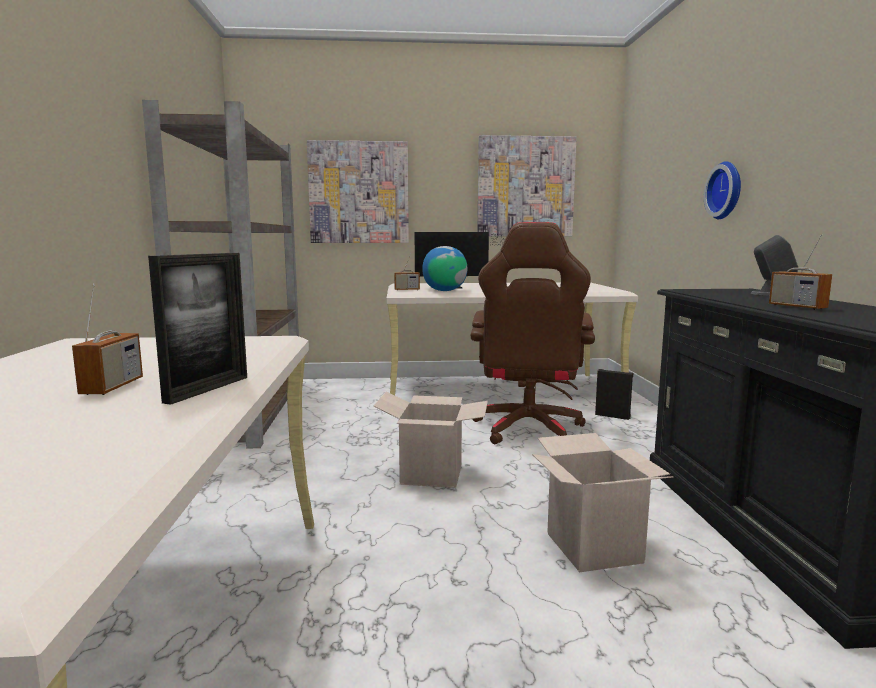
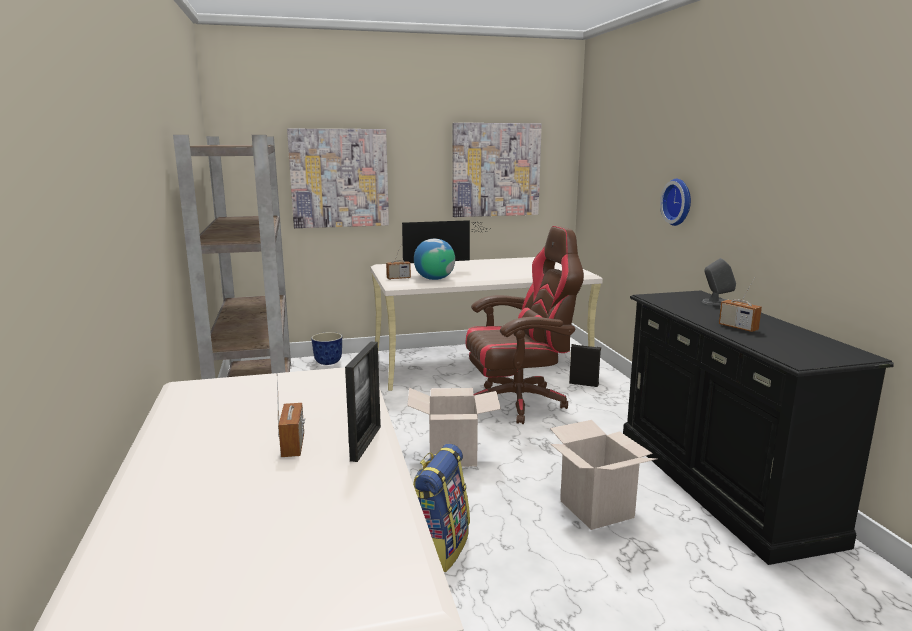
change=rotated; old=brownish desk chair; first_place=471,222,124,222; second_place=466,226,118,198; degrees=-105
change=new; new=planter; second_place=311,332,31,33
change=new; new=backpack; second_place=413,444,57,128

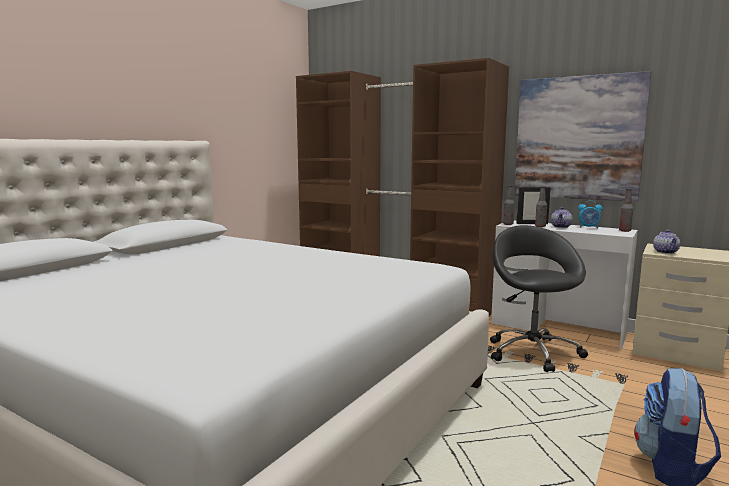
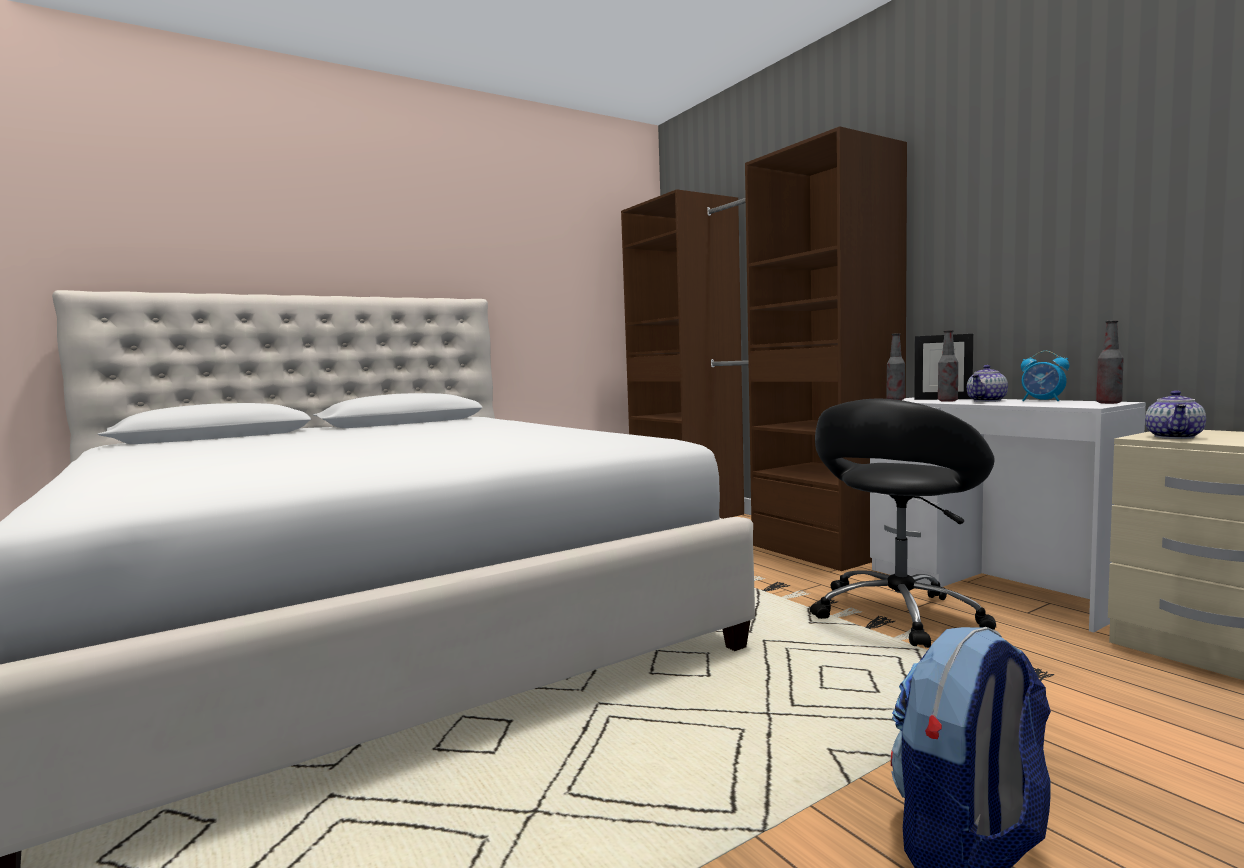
change=rotated; old=black-coloured desk chair; first_place=490,225,98,147; second_place=810,399,186,249; degrees=-150
change=gone; old=picture; first_place=514,71,138,131

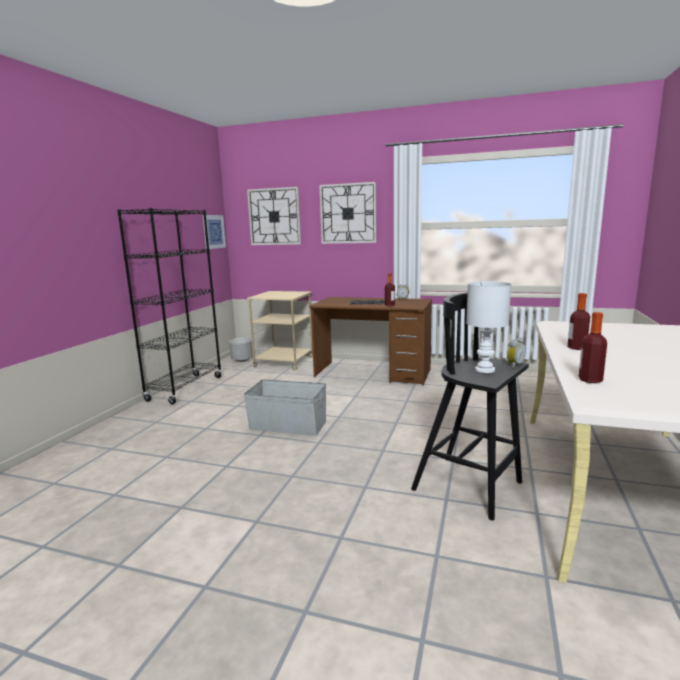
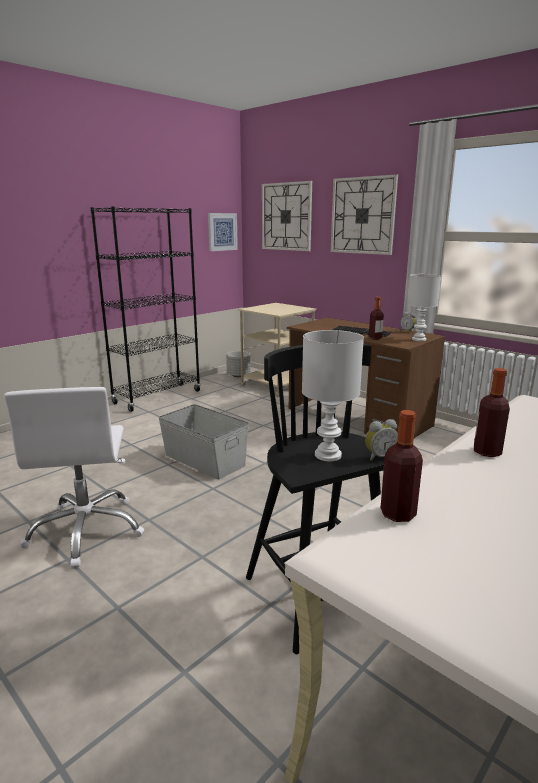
change=new; new=whitish desk chair; second_place=4,387,140,181
change=new; new=whitish lamp for a table; second_place=407,274,34,67

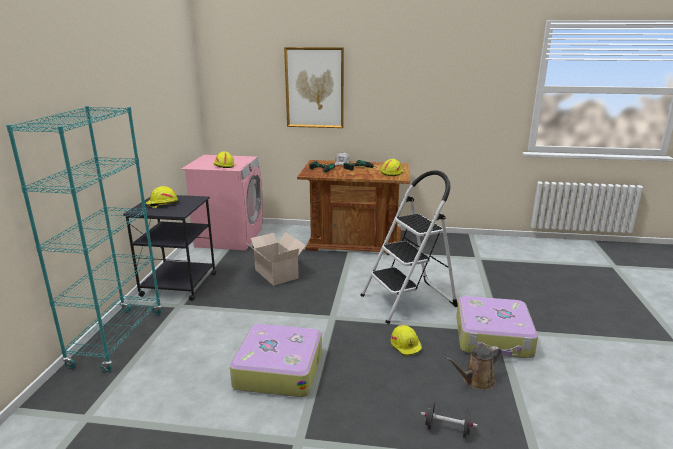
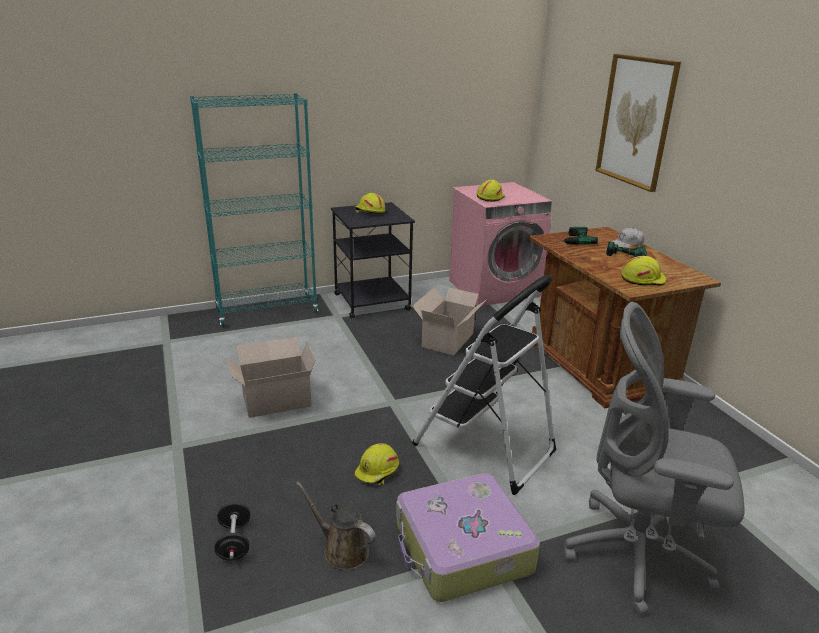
change=swapped; old=piece of luggage; new=carton; first_place=230,323,92,74; second_place=227,337,88,81
change=new; new=grey desk chair; second_place=564,302,181,313

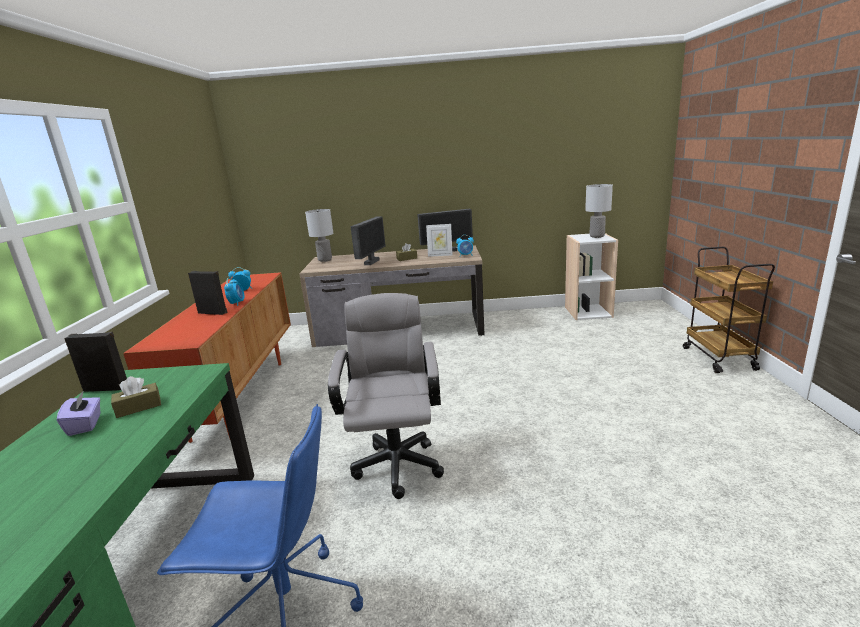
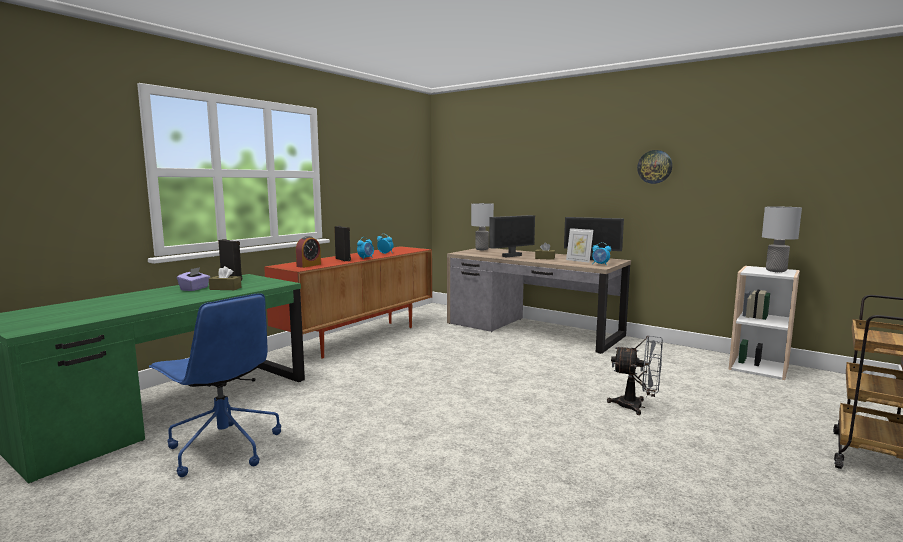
change=gone; old=grey desk chair; first_place=328,293,116,206
change=new; new=alarm clock; second_place=296,236,25,32
change=new; new=grey electric fan; second_place=607,335,56,80
change=new; new=hanging clock; second_place=637,150,35,34

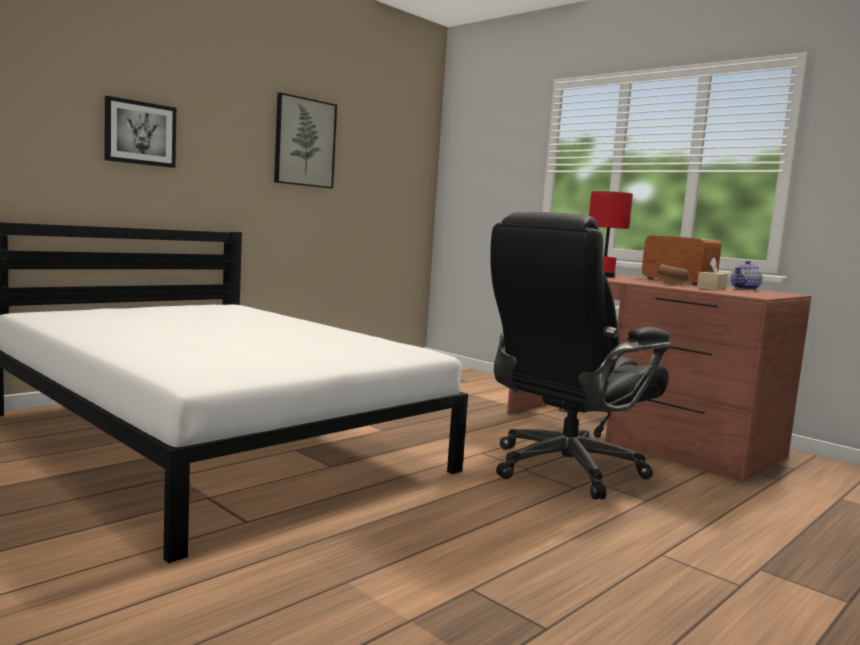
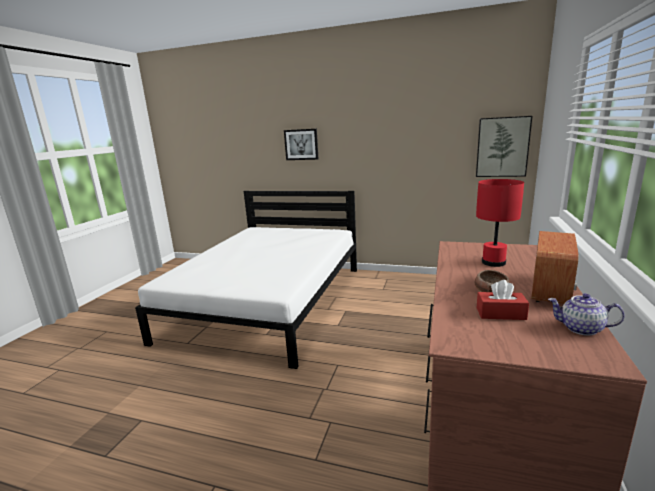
change=shifted; old=picture; first_place=274,92,63,96; second_place=476,116,56,61
change=gone; old=black-coloured desk chair; first_place=490,212,181,287
change=repainted; old=beige-coloured box of tissues; new=red box of tissues; first_place=697,258,31,32; second_place=477,280,52,40

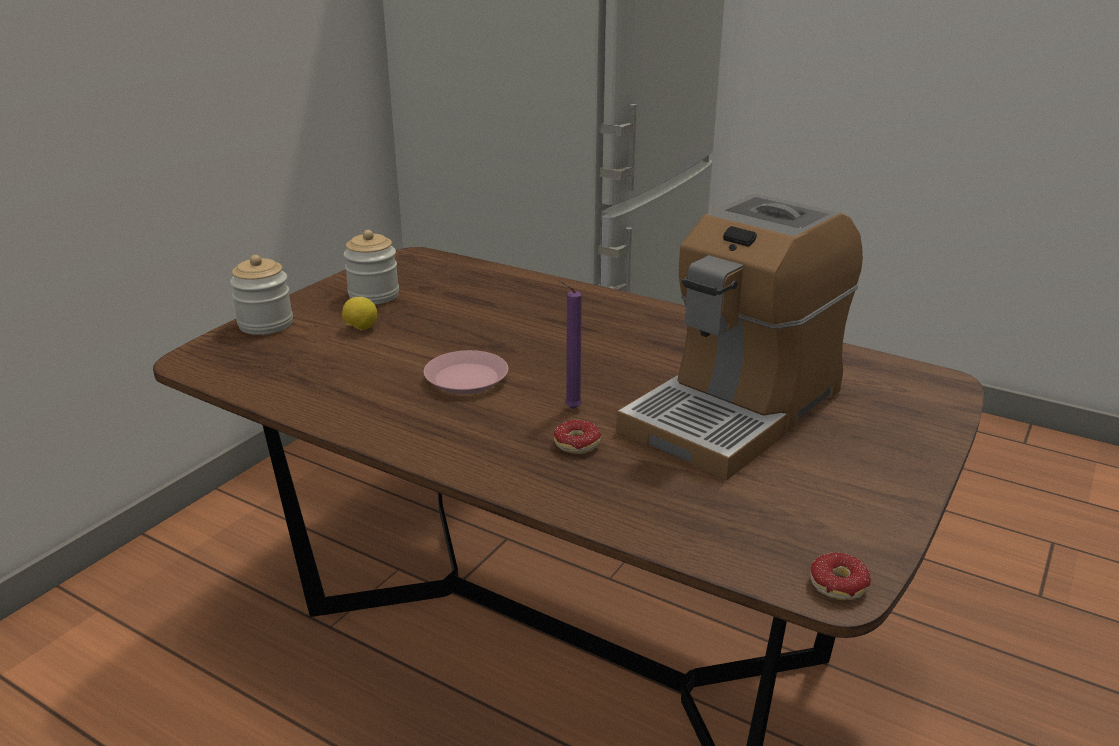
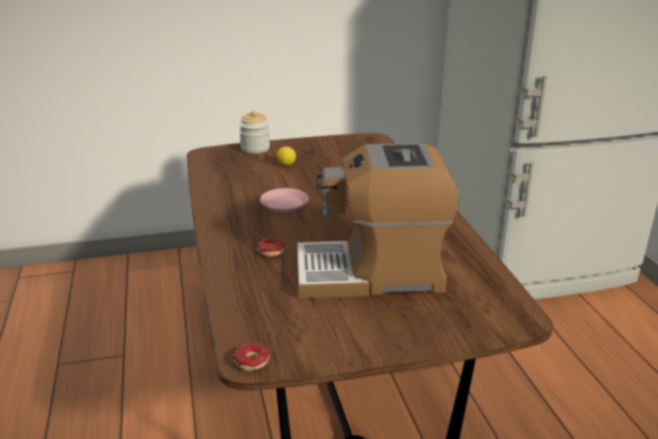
change=gone; old=jar; first_place=344,230,55,74
change=gone; old=purple-coloured wax light; first_place=559,280,23,129

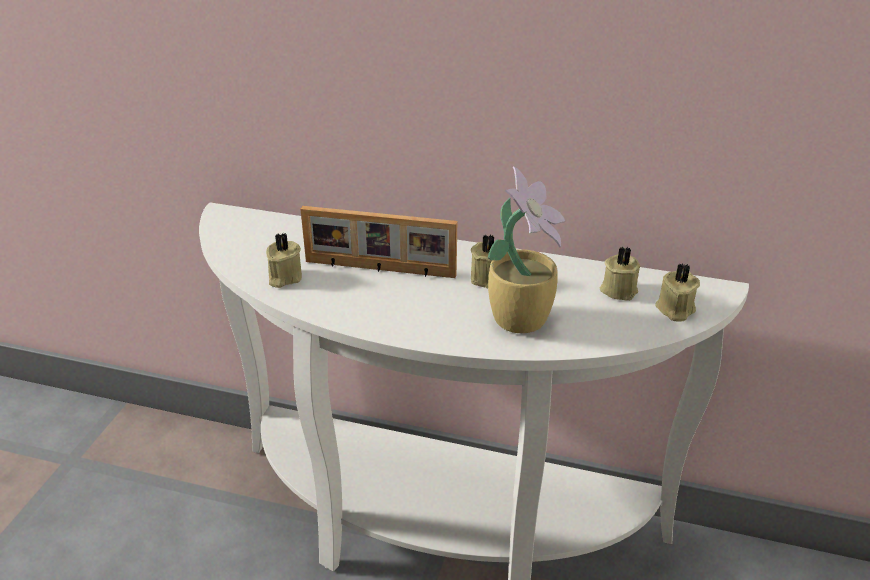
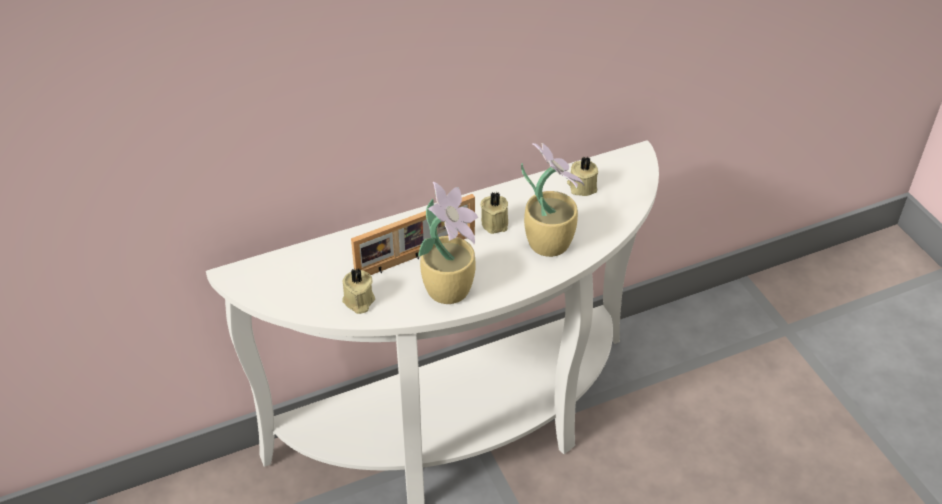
change=gone; old=beige-coloured wax light; first_place=655,263,45,59
change=new; new=houseplant; second_place=418,181,60,123

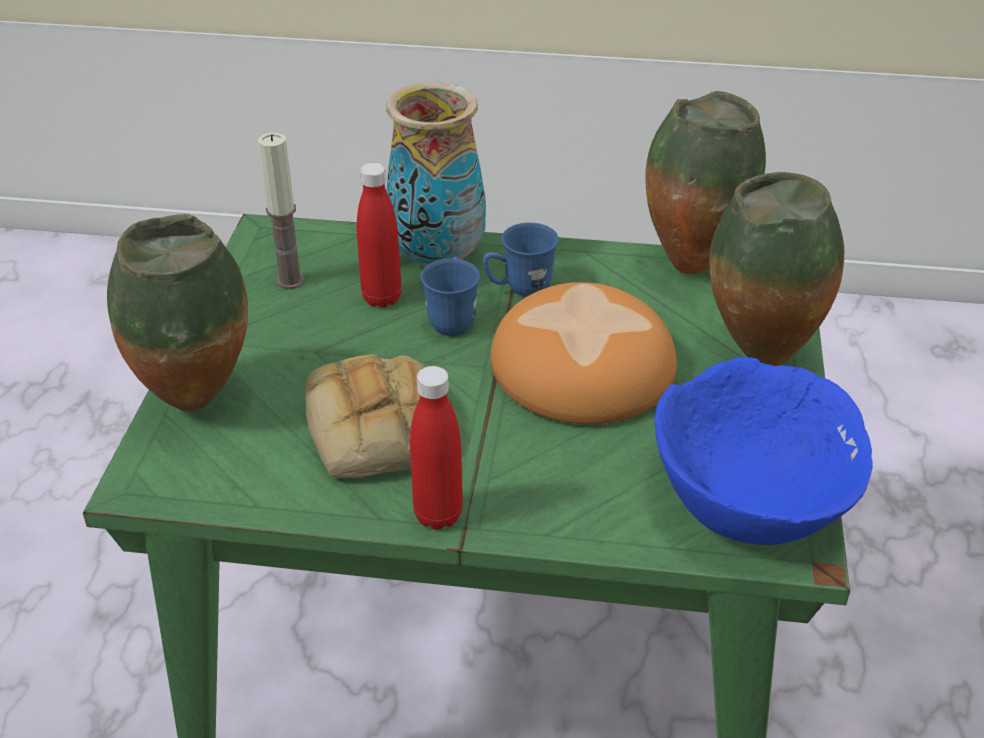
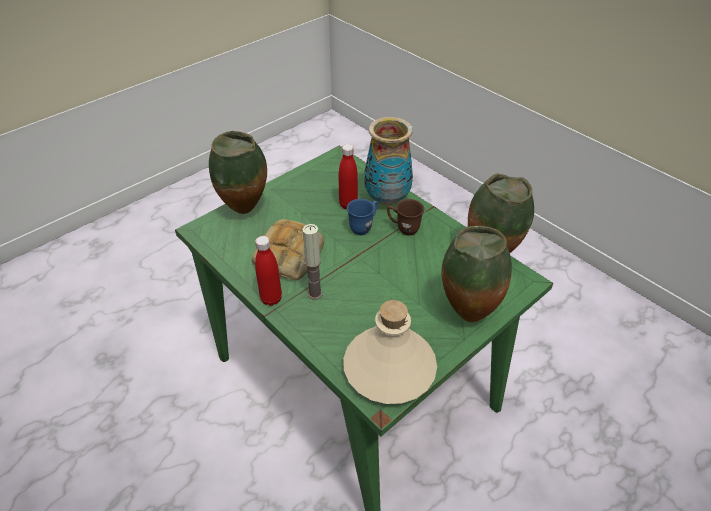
change=shifted; old=wax light; first_place=258,133,46,156; second_place=302,224,21,76
change=repainted; old=bluish mug; new=brownish mug; first_place=483,222,76,75; second_place=387,199,37,37
change=gone; old=baked bread; first_place=491,282,186,142
change=swapped; old=bluish serving bowl; new=beige-coloured bottle; first_place=654,357,219,188; second_place=343,300,94,104

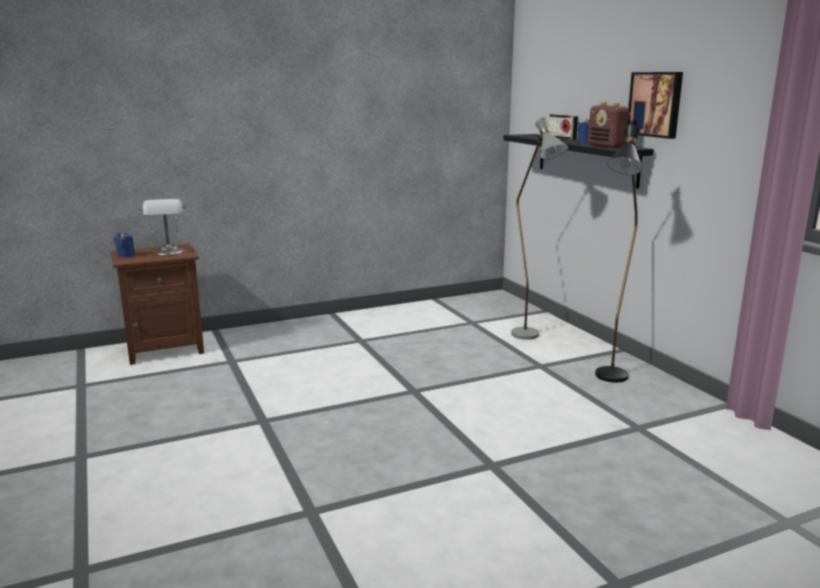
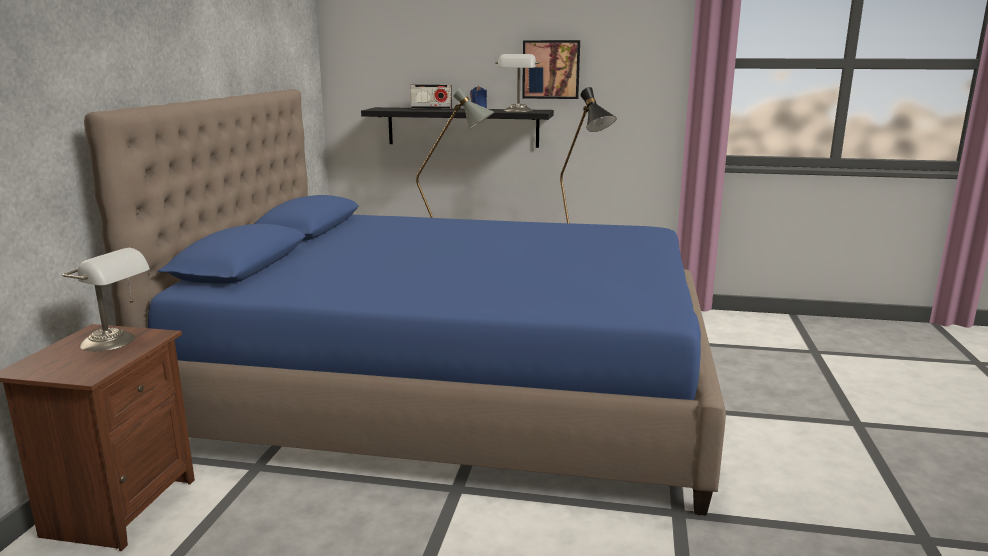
change=gone; old=bluish wax light; first_place=114,232,21,26
change=swapped; old=radio set; new=whitish lamp for a table; first_place=588,102,42,46; second_place=495,54,45,58
change=new; new=bluish bed; second_place=84,89,642,427

